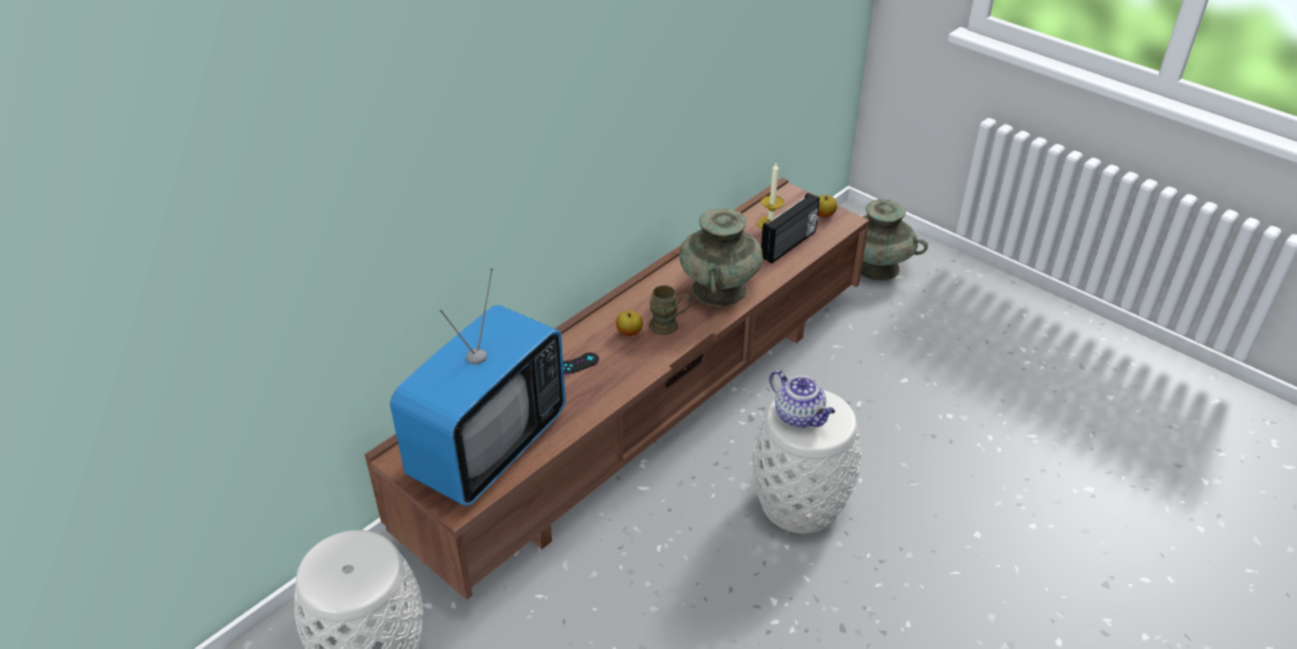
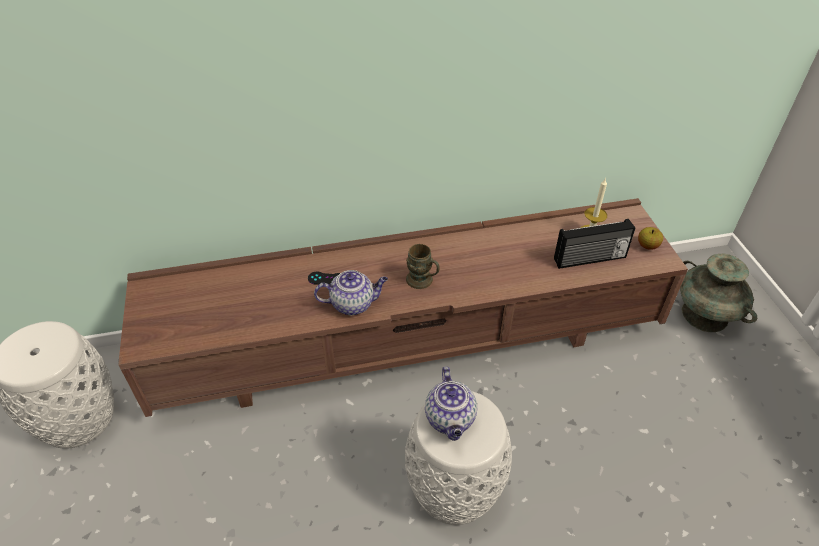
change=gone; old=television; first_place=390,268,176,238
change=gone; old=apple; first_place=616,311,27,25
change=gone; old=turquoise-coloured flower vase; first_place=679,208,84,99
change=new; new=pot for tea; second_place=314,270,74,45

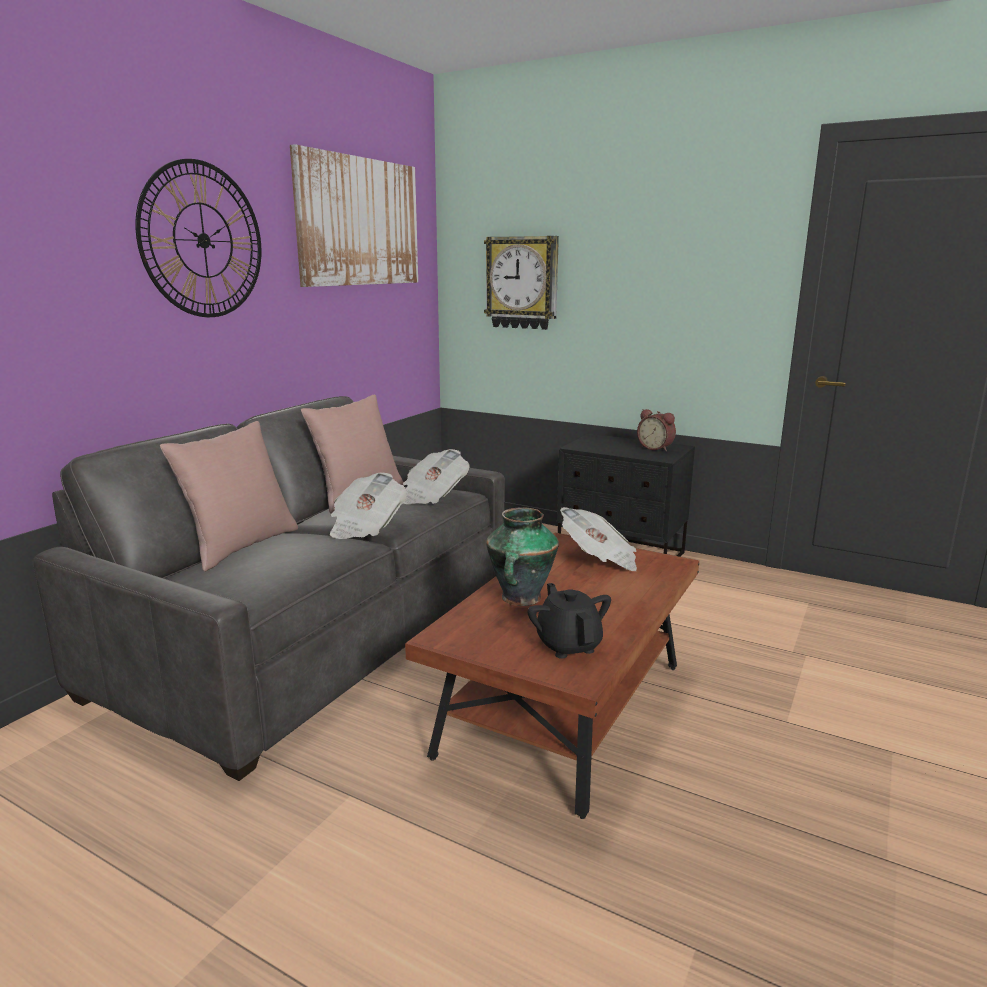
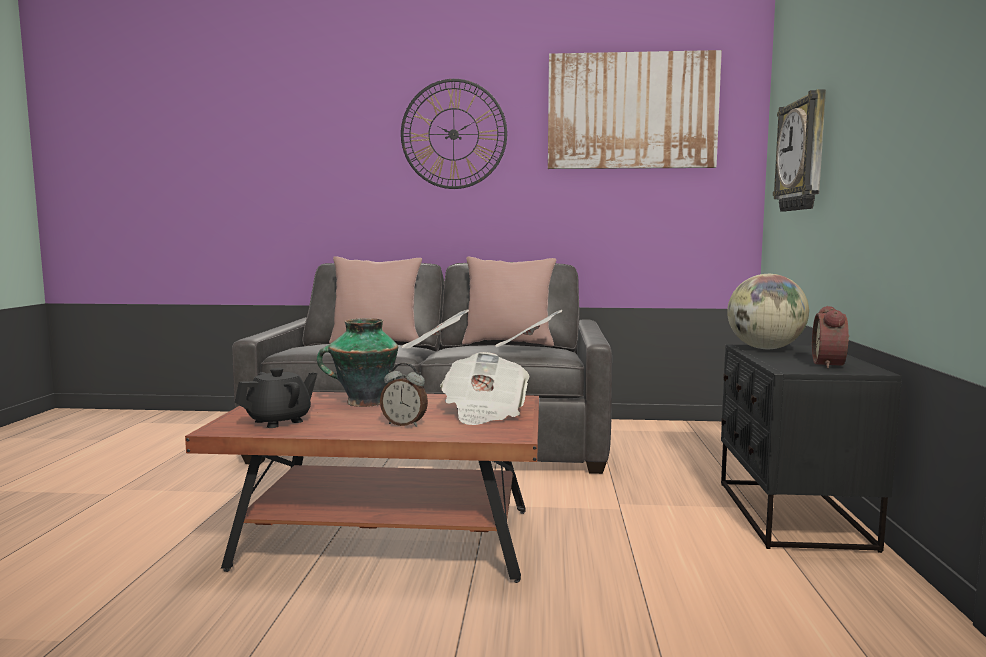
change=new; new=alarm clock; second_place=380,363,48,64
change=new; new=globe; second_place=727,274,82,75

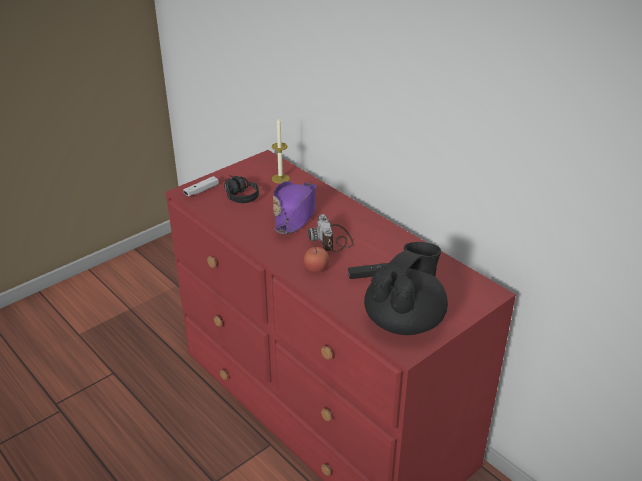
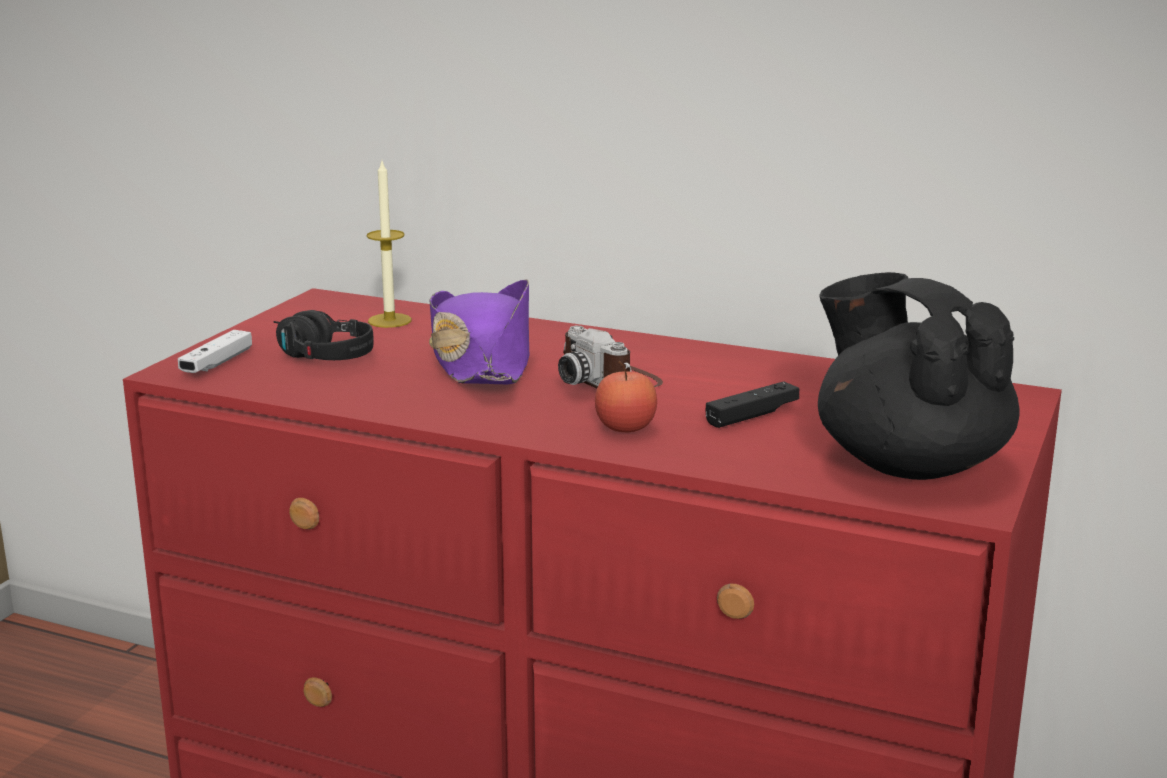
change=rotated; old=black-coloured pot for tea; first_place=364,242,84,93; second_place=818,272,202,208; degrees=-45

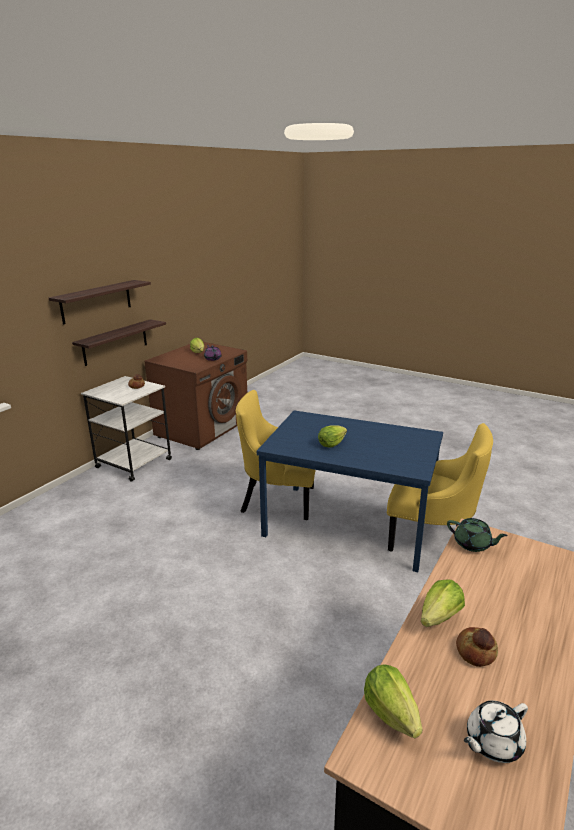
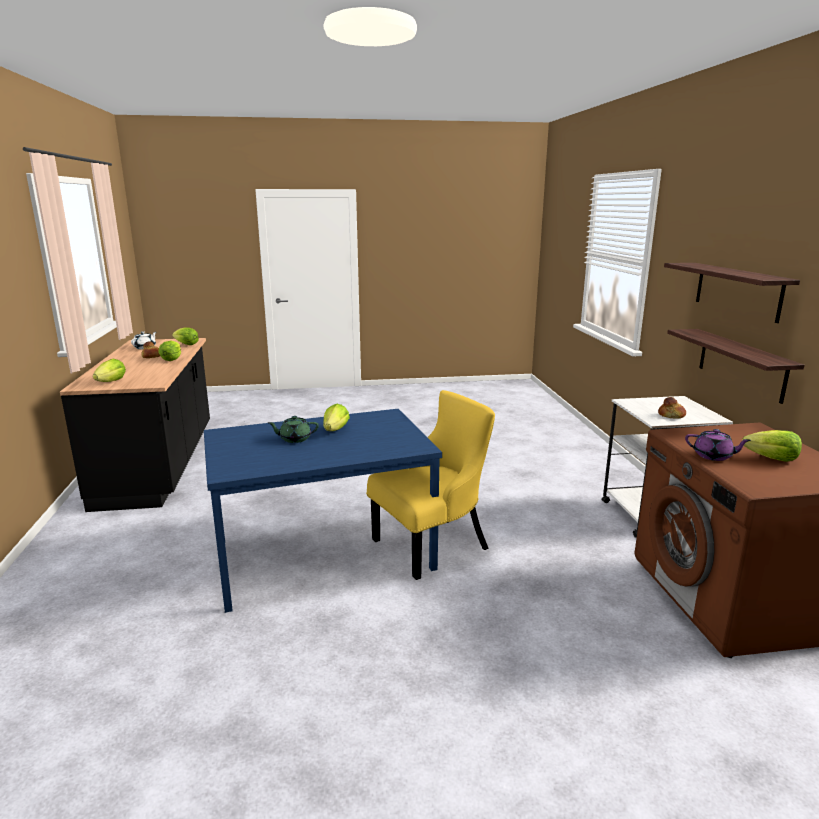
change=gone; old=yellow plain chair; first_place=387,423,106,128
change=shifted; old=green-coloured pot for tea; first_place=447,518,61,34; second_place=267,416,52,27
change=new; new=lettuce head; second_place=93,359,33,23

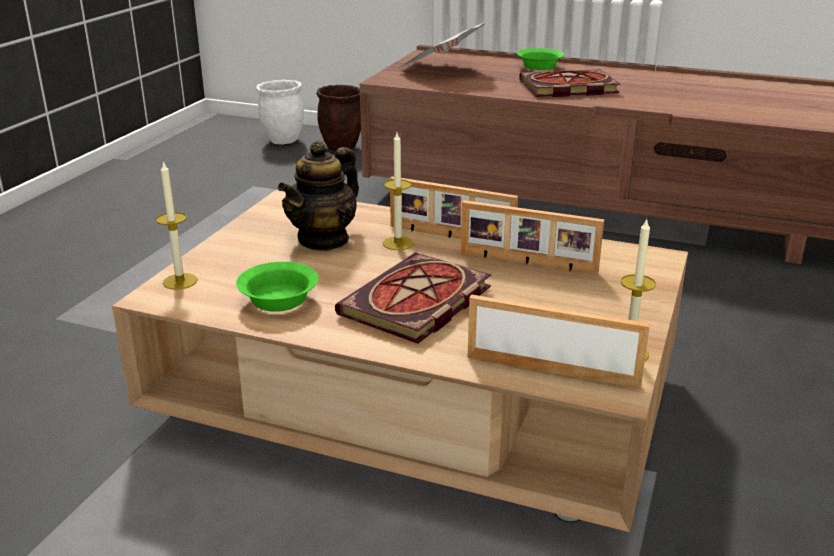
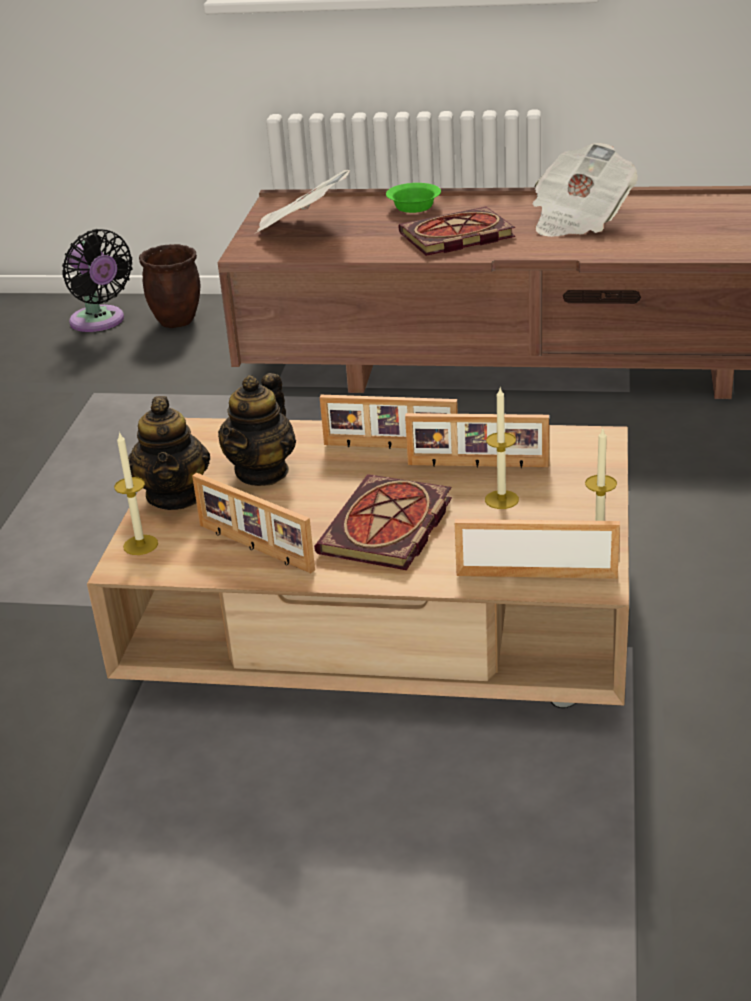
change=swapped; old=green-coloured serving bowl; new=picture frame; first_place=236,262,83,50; second_place=192,473,123,100
change=swapped; old=whitish planter; new=black-coloured electric fan; first_place=256,79,48,66; second_place=62,229,70,103
change=shifted; old=wax light; first_place=383,133,31,117; second_place=485,388,34,121
change=new; new=pot for tea; second_place=128,396,82,114
change=new; new=daily paper; second_place=532,143,106,94

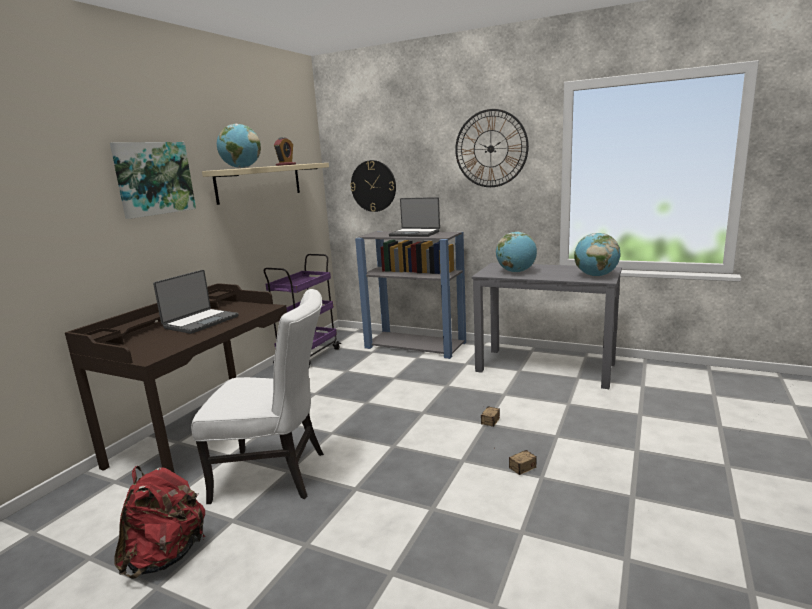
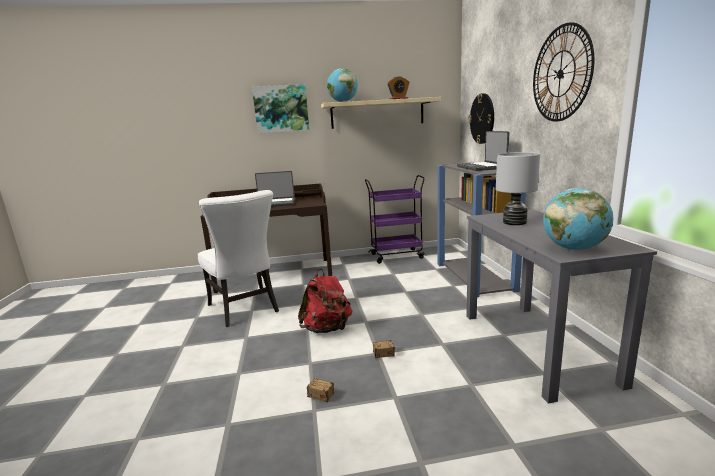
change=shifted; old=red backpack; first_place=115,466,90,113; second_place=298,269,54,64
change=swapped; old=globe; new=grey lamp for a table; first_place=496,231,41,42; second_place=496,152,44,73

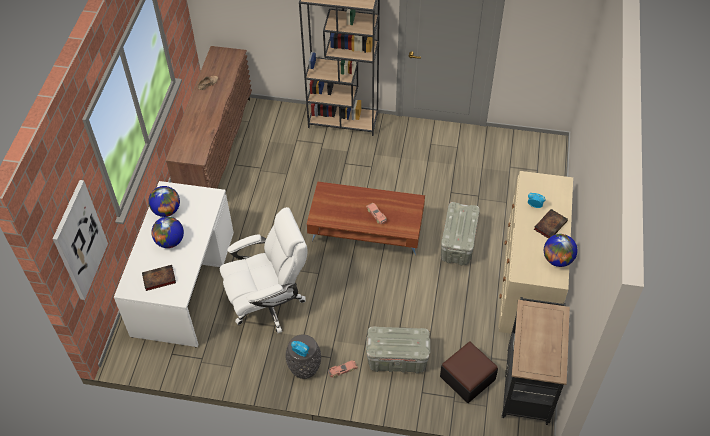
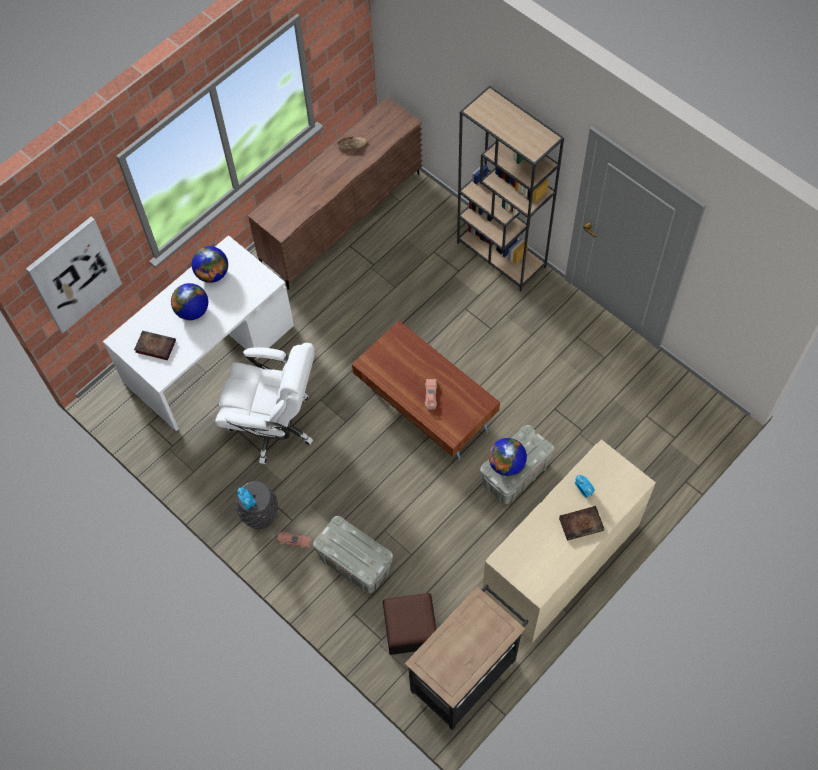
change=shifted; old=globe; first_place=544,234,33,33; second_place=489,438,38,38

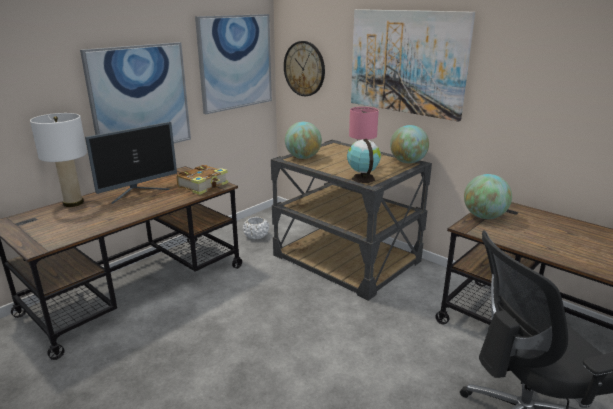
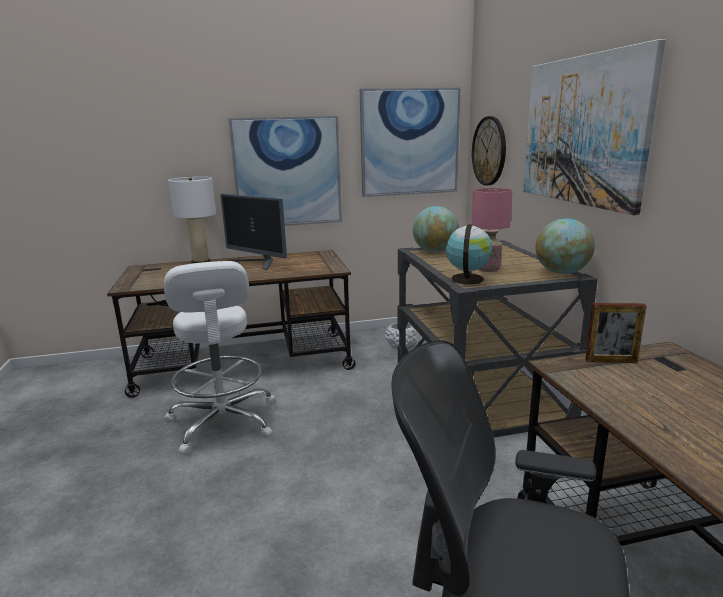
change=rotated; old=monitor; first_place=85,122,92,82; second_place=220,194,67,77; degrees=45
change=gone; old=bound book; first_place=177,165,51,30
change=swapped; old=globe; new=picture frame; first_place=464,174,48,45; second_place=585,303,61,60
change=new; new=whitish sitting stool; second_place=164,261,112,194

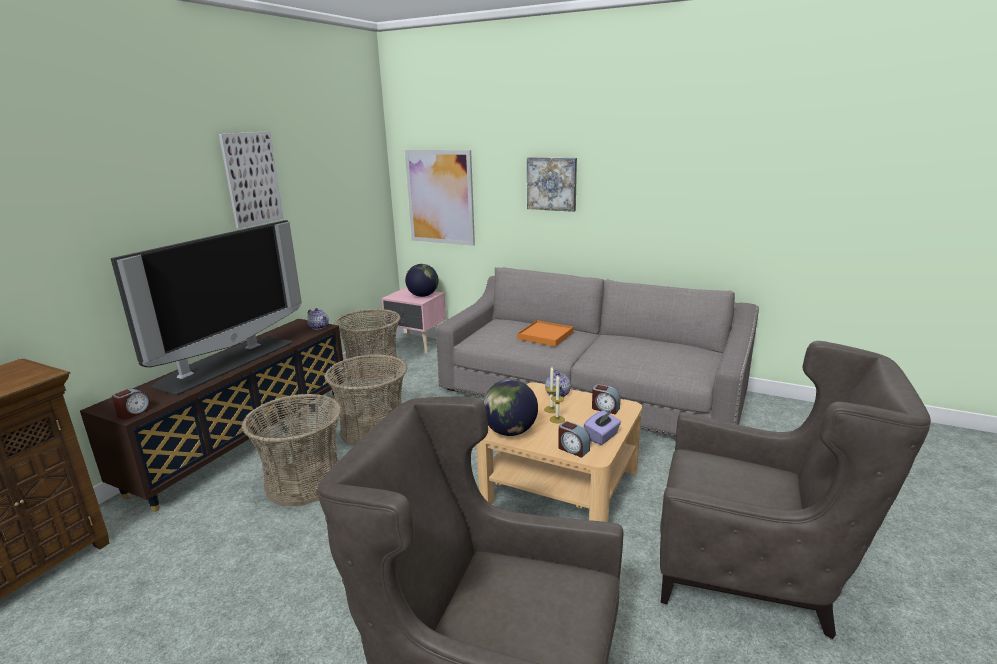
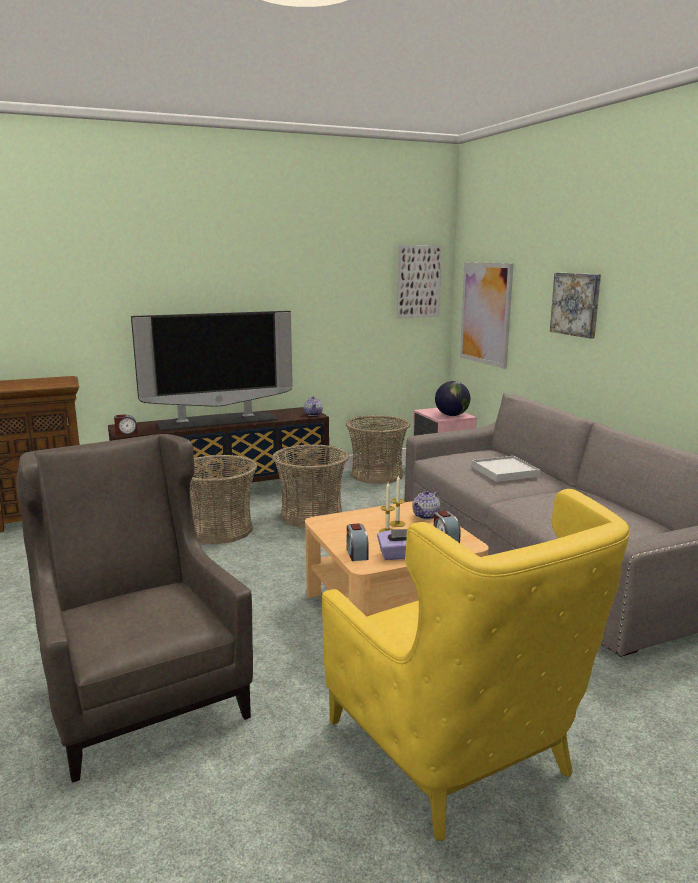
change=shifted; old=picture; first_place=219,131,65,97; second_place=397,245,45,73
change=gone; old=globe; first_place=483,379,55,57
change=repainted; old=orangey serving tray; new=whitish serving tray; first_place=517,320,57,27; second_place=472,456,68,26
change=repainted; old=grey armchair; new=yellow armchair; first_place=660,341,271,298; second_place=322,489,307,352

